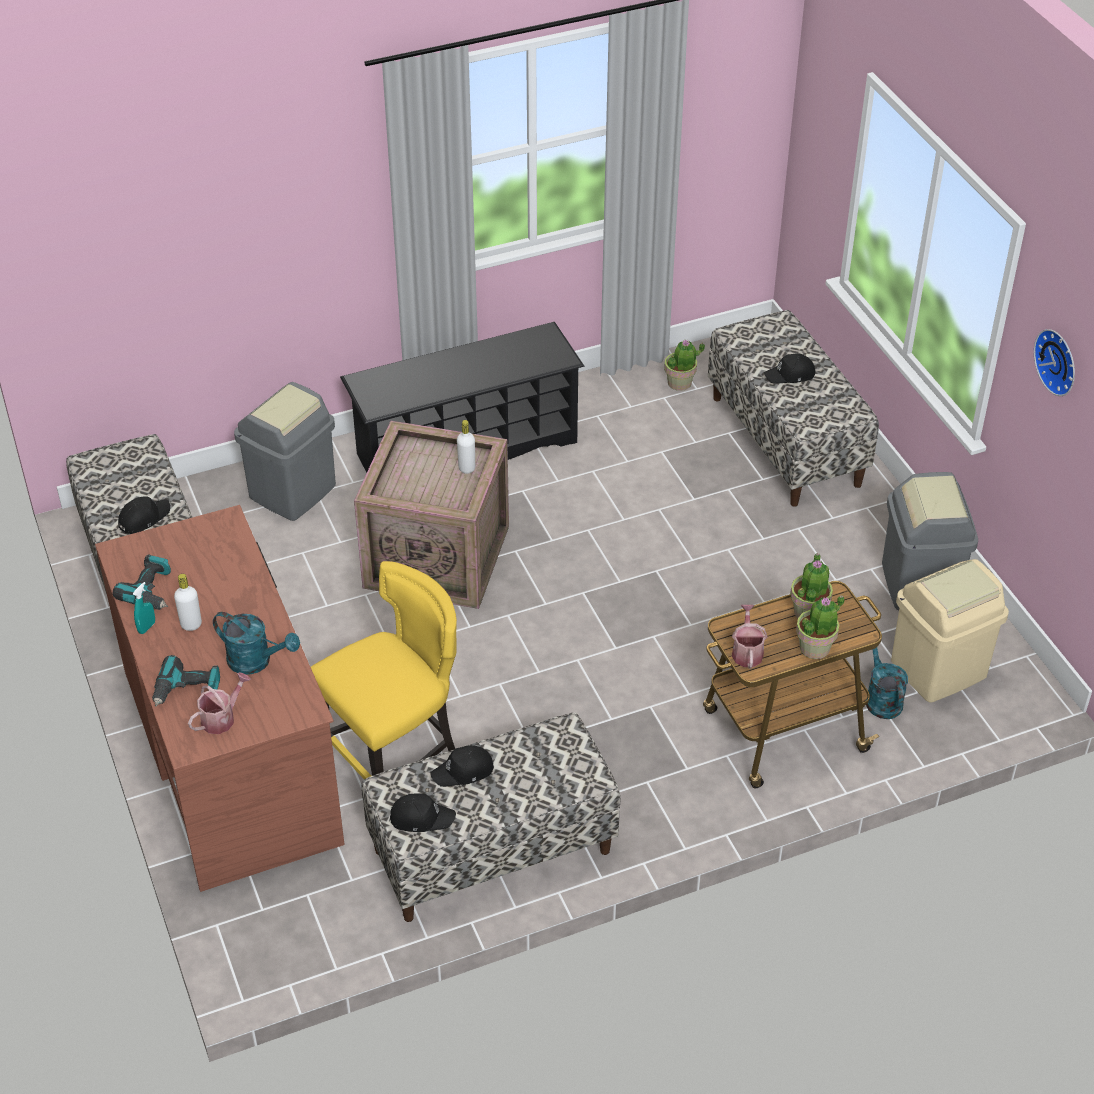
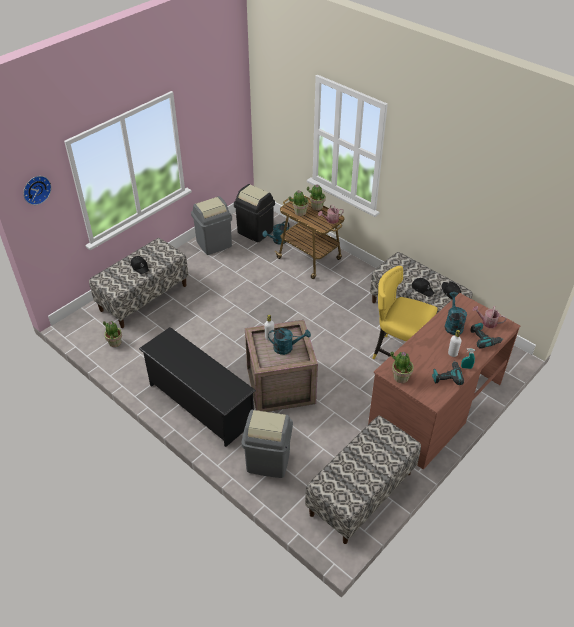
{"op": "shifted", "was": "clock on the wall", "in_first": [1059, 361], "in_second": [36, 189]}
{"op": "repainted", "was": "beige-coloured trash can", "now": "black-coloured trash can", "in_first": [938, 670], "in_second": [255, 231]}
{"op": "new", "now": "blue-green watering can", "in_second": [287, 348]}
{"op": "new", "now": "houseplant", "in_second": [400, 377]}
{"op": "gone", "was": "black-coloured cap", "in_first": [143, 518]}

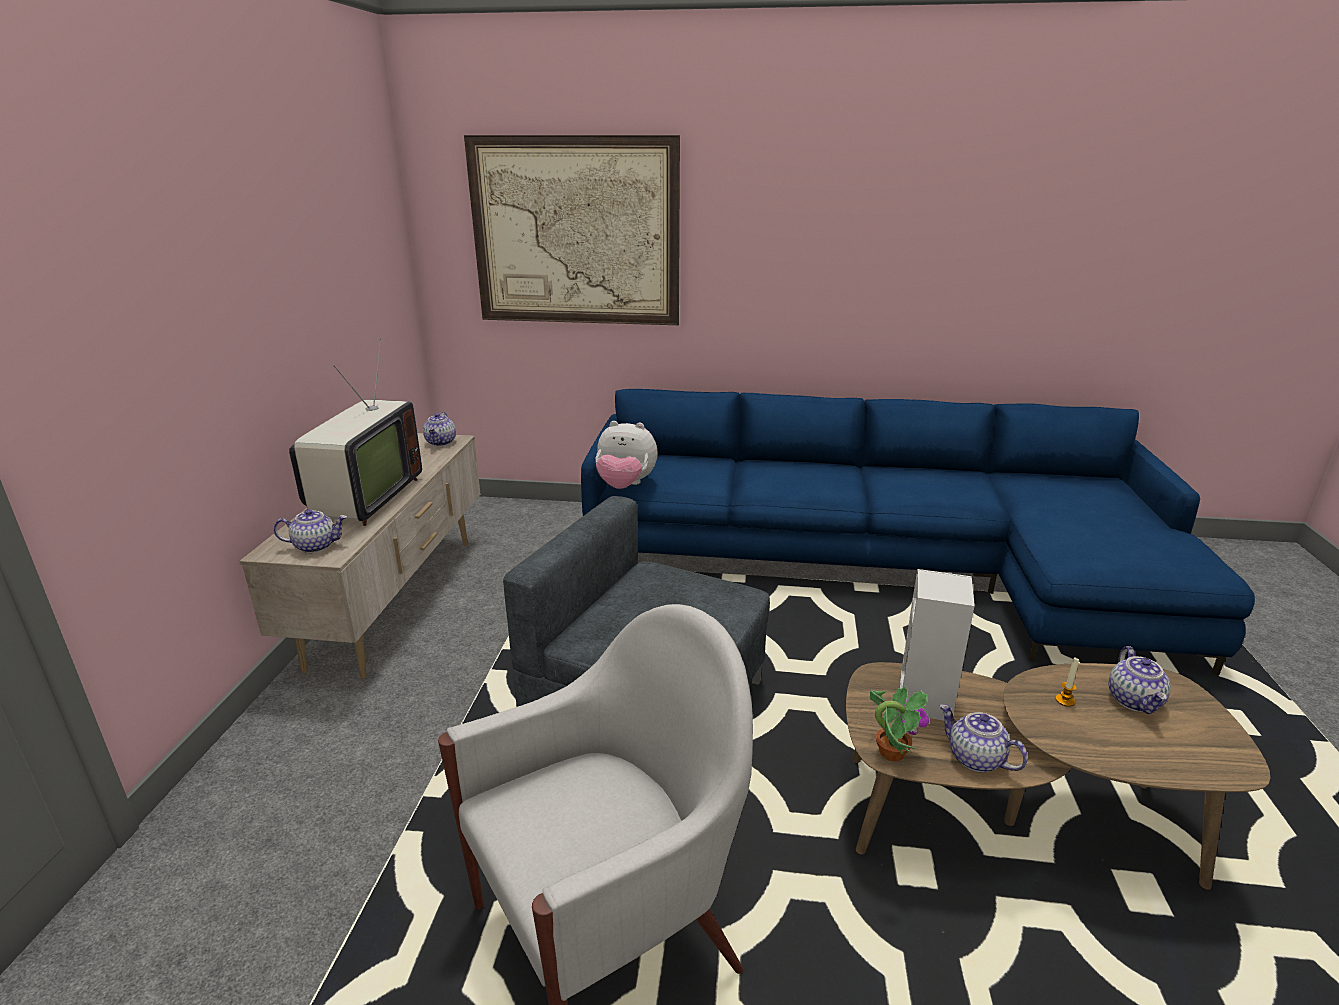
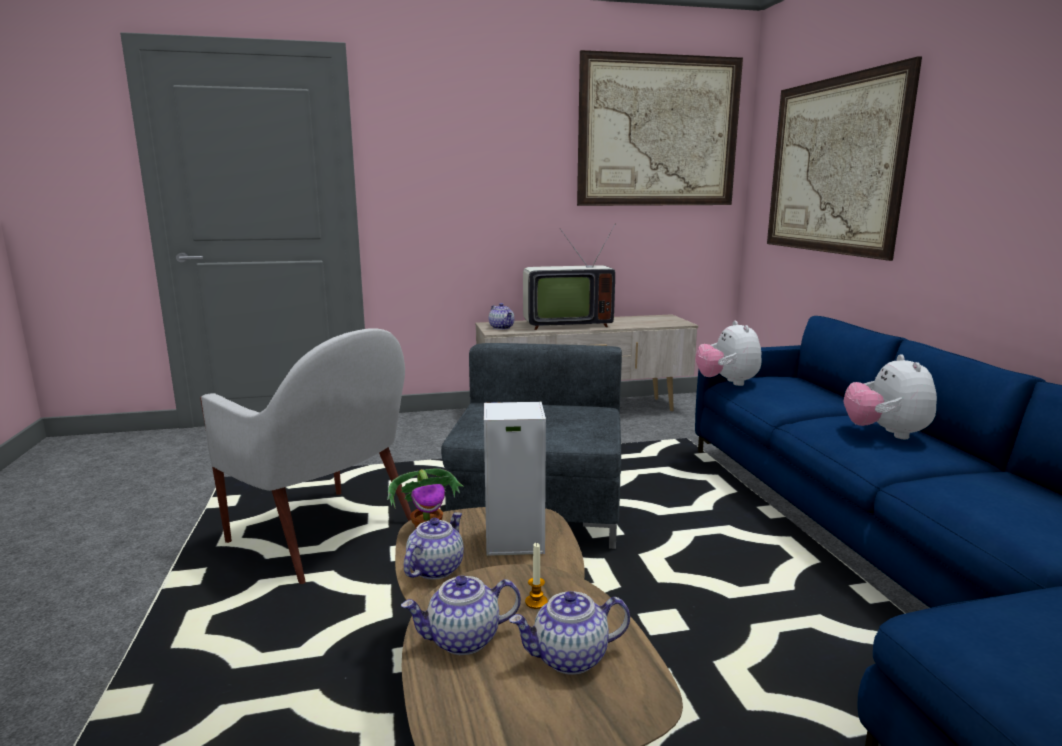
{"op": "shifted", "was": "tea pot", "in_first": [441, 442], "in_second": [463, 640]}
{"op": "new", "now": "wall art", "in_second": [658, 132]}
{"op": "new", "now": "soft toy", "in_second": [885, 434]}

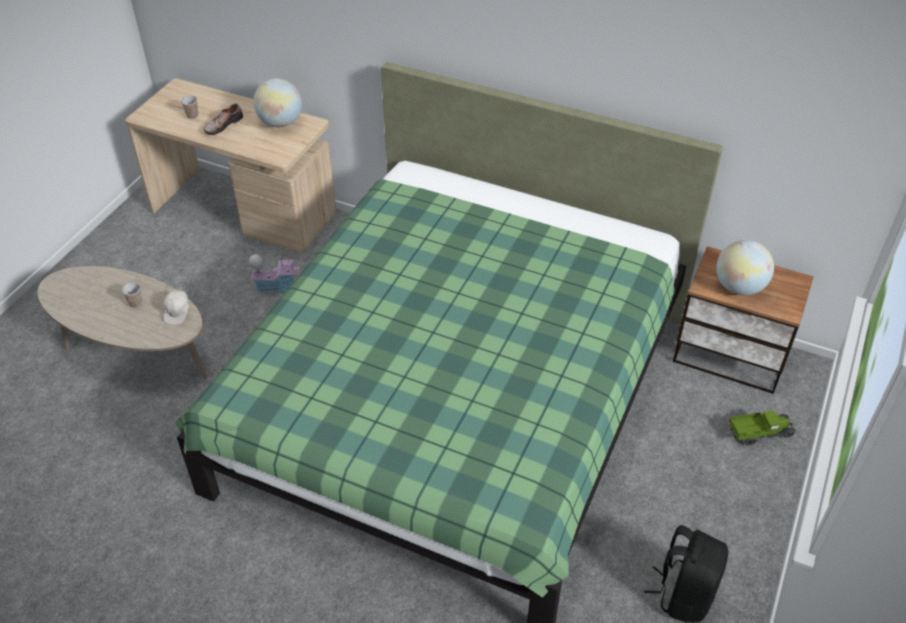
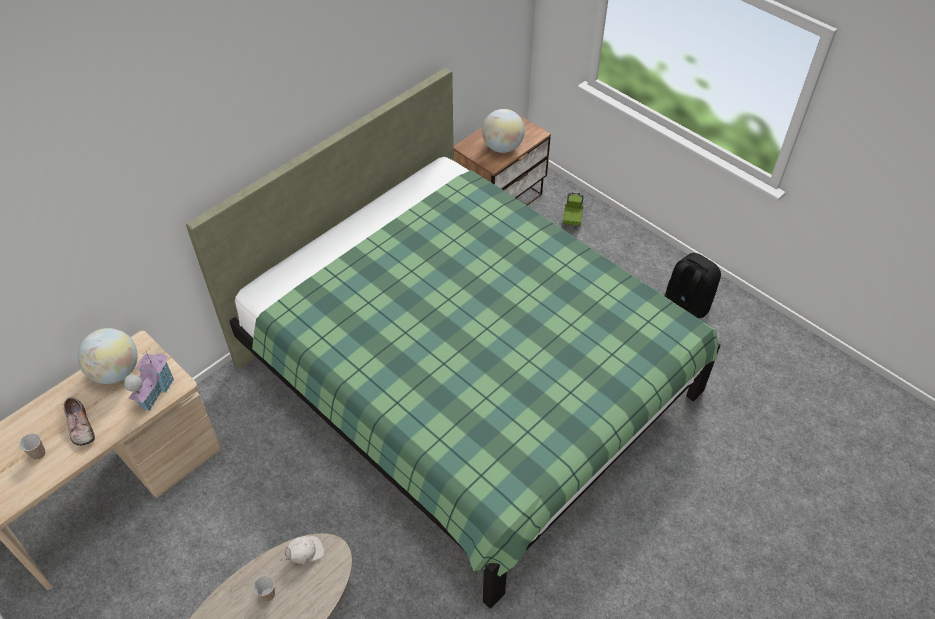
{"op": "shifted", "was": "toy house", "in_first": [278, 287], "in_second": [154, 391]}
{"op": "rotated", "was": "whitish cap", "in_first": [178, 313], "in_second": [305, 553], "clockwise": -60}

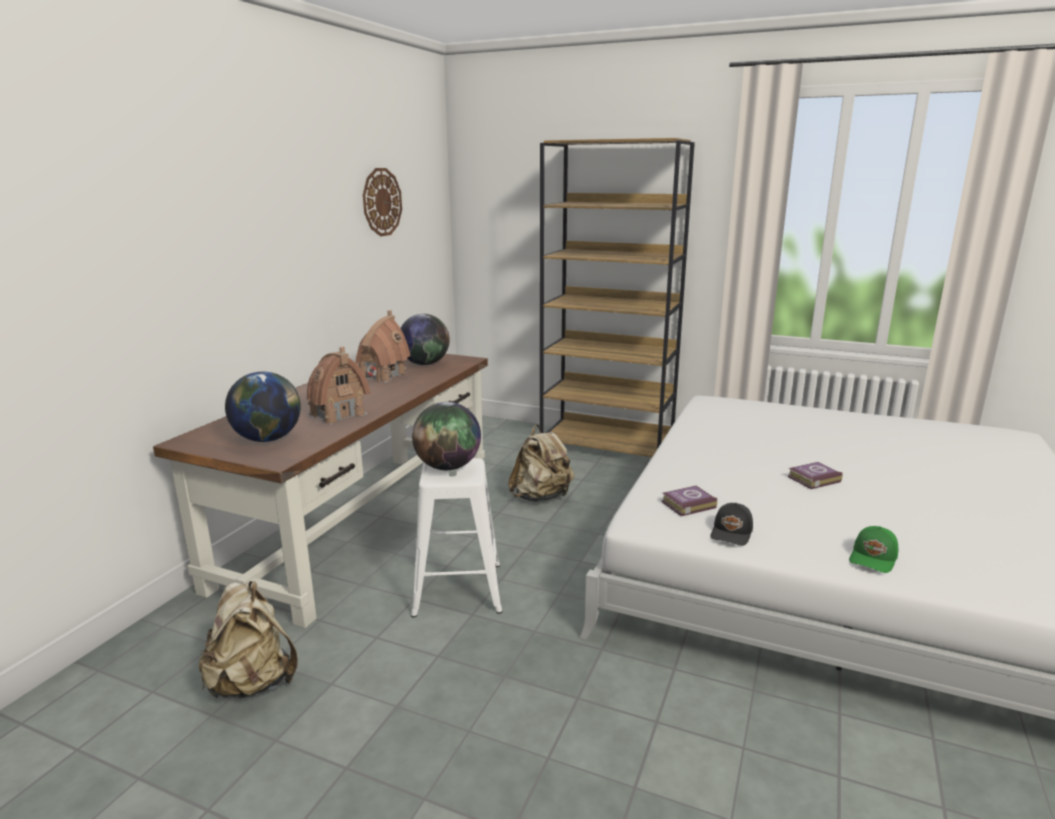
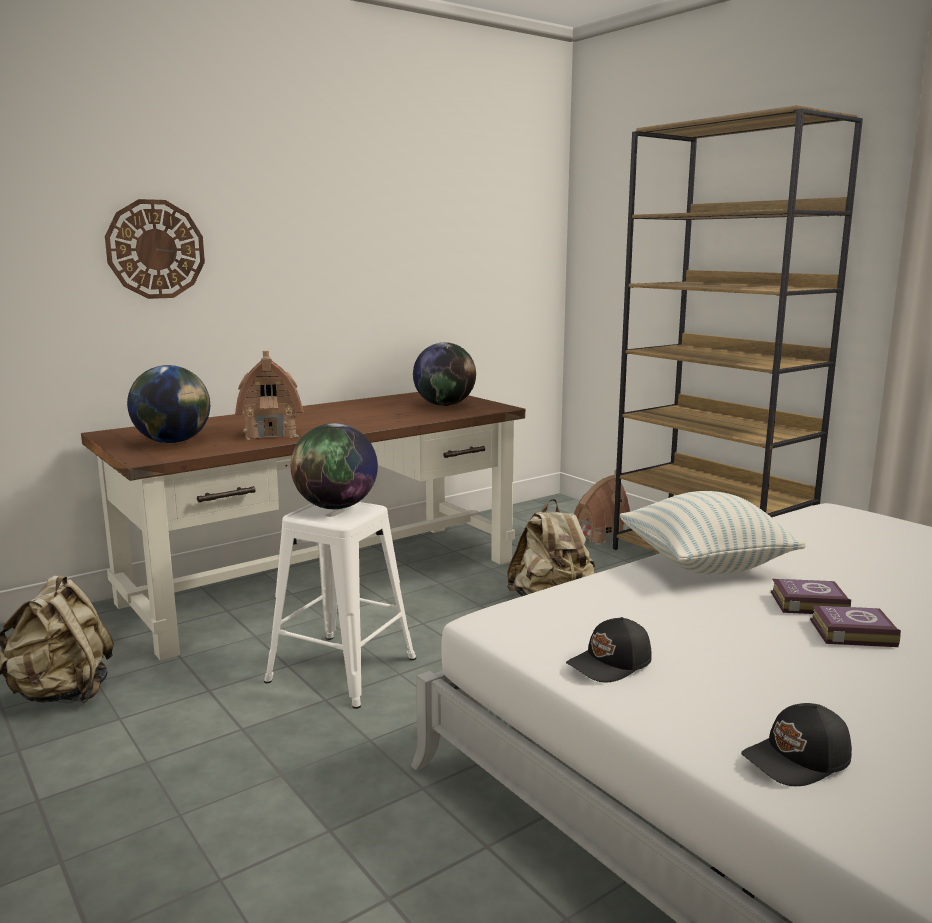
{"op": "shifted", "was": "clock on the wall", "in_first": [382, 202], "in_second": [155, 249]}
{"op": "shifted", "was": "toy house", "in_first": [382, 375], "in_second": [599, 535]}
{"op": "new", "now": "cushion", "in_second": [705, 565]}
{"op": "repainted", "was": "green cap", "now": "black-coloured cap", "in_first": [874, 558], "in_second": [798, 761]}
{"op": "shifted", "was": "bound book", "in_first": [687, 504], "in_second": [806, 603]}

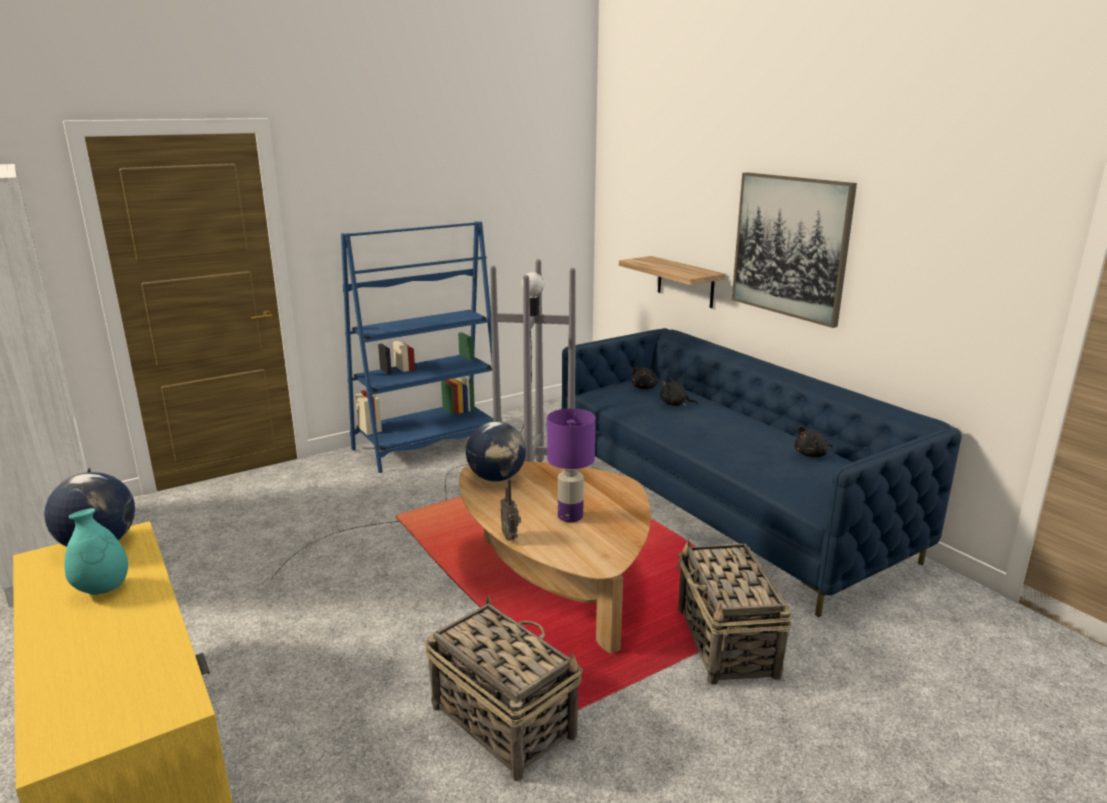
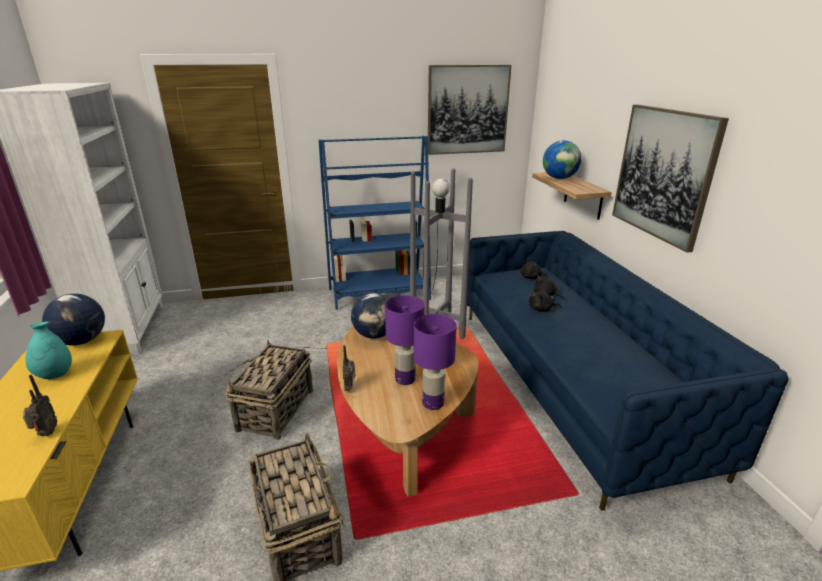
{"op": "new", "now": "radio set", "in_second": [46, 434]}
{"op": "shifted", "was": "basket", "in_first": [727, 643], "in_second": [275, 410]}
{"op": "new", "now": "purplish tabletop lamp", "in_second": [433, 403]}
{"op": "new", "now": "wall art", "in_second": [467, 110]}
{"op": "shifted", "was": "black-coloured soft toy", "in_first": [812, 455], "in_second": [541, 309]}
{"op": "new", "now": "globe", "in_second": [559, 178]}

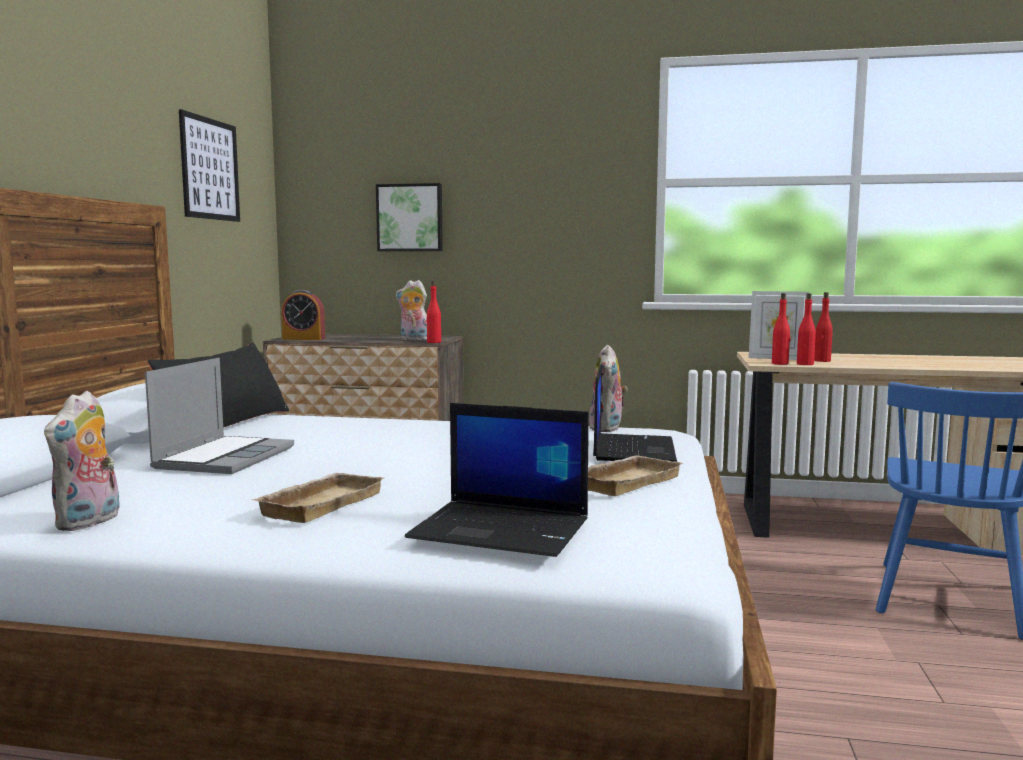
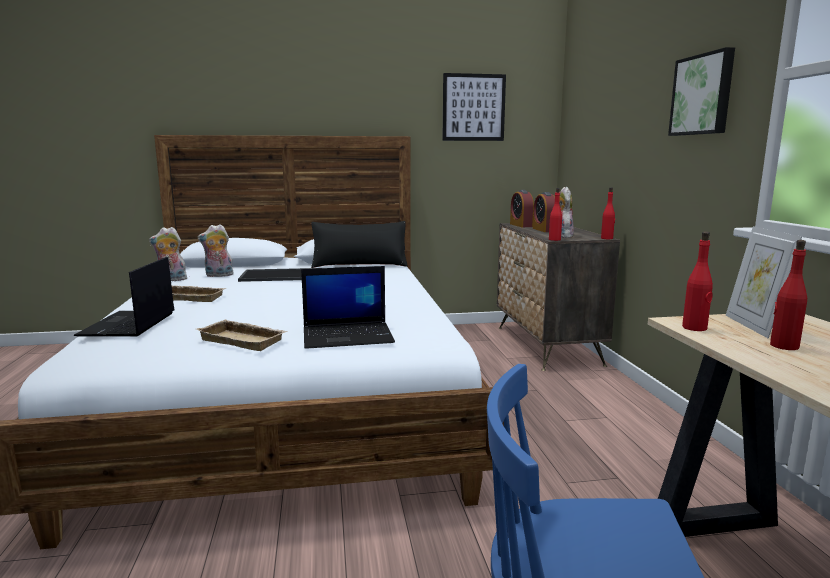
{"op": "shifted", "was": "soft toy", "in_first": [608, 428], "in_second": [218, 275]}
{"op": "swapped", "was": "portable computer", "now": "carrying tray", "in_first": [225, 457], "in_second": [282, 275]}
{"op": "new", "now": "table clock", "in_second": [544, 230]}
{"op": "shifted", "was": "red beverage bottle", "in_first": [805, 364], "in_second": [607, 238]}
{"op": "shifted", "was": "wall art", "in_first": [410, 218], "in_second": [703, 95]}

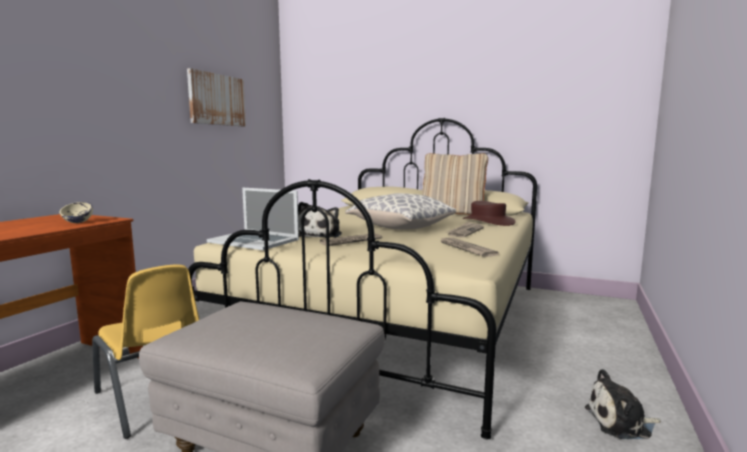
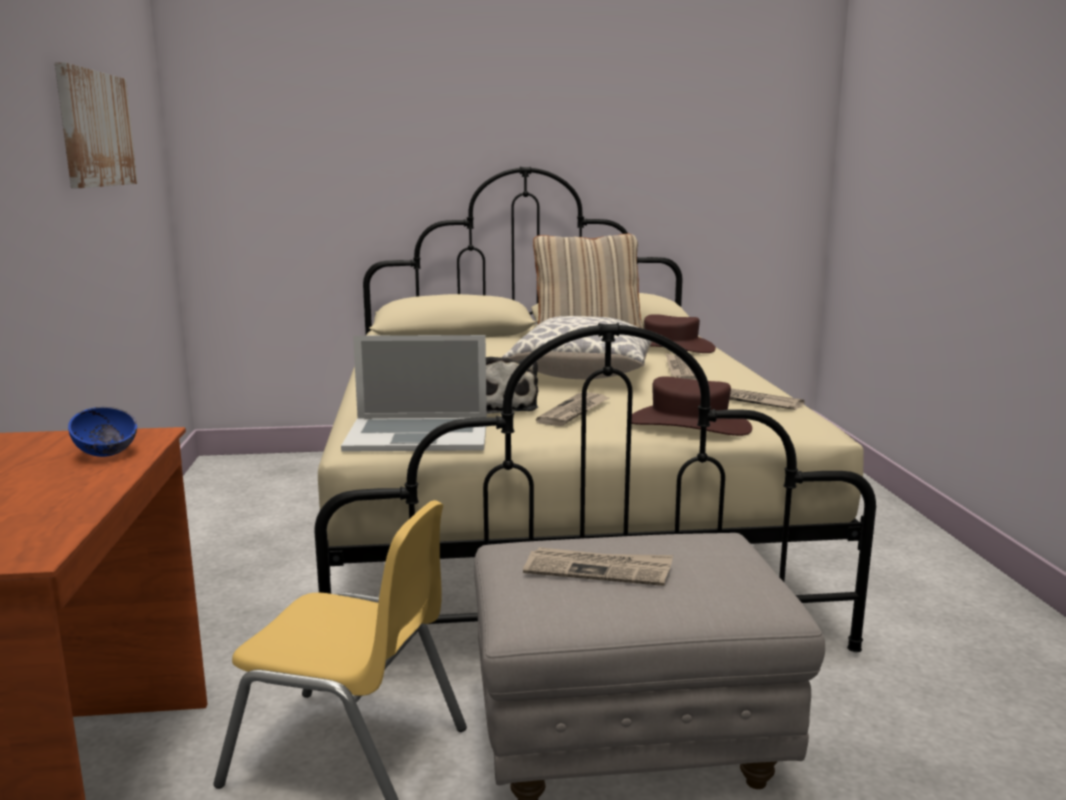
{"op": "repainted", "was": "beige-coloured bowl", "now": "blue-coloured bowl", "in_first": [78, 223], "in_second": [106, 454]}
{"op": "new", "now": "printed paper", "in_second": [598, 570]}
{"op": "new", "now": "brownish clothing hat", "in_second": [689, 425]}
{"op": "gone", "was": "soft toy", "in_first": [621, 422]}

